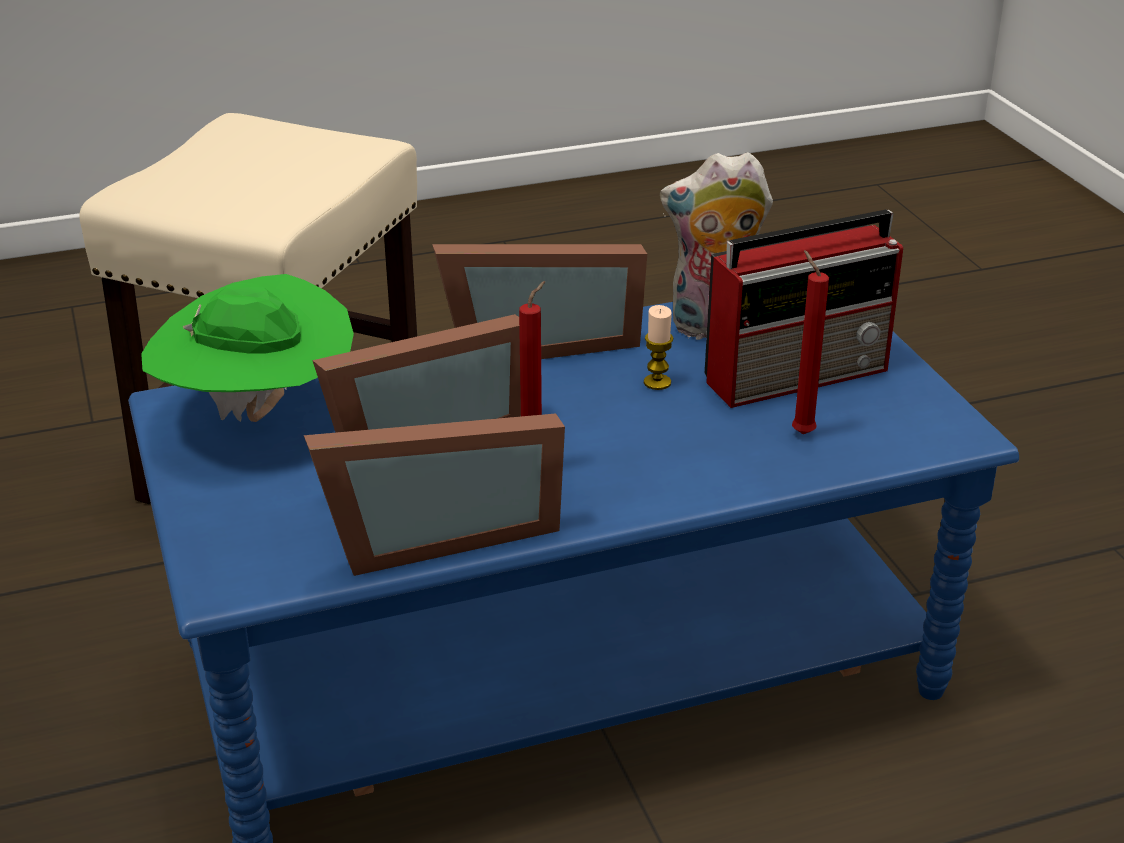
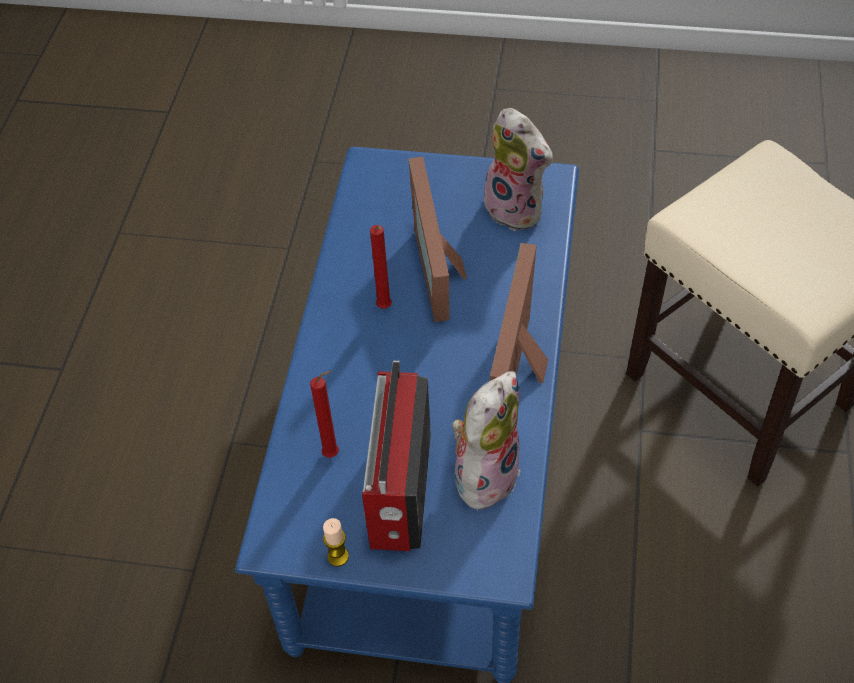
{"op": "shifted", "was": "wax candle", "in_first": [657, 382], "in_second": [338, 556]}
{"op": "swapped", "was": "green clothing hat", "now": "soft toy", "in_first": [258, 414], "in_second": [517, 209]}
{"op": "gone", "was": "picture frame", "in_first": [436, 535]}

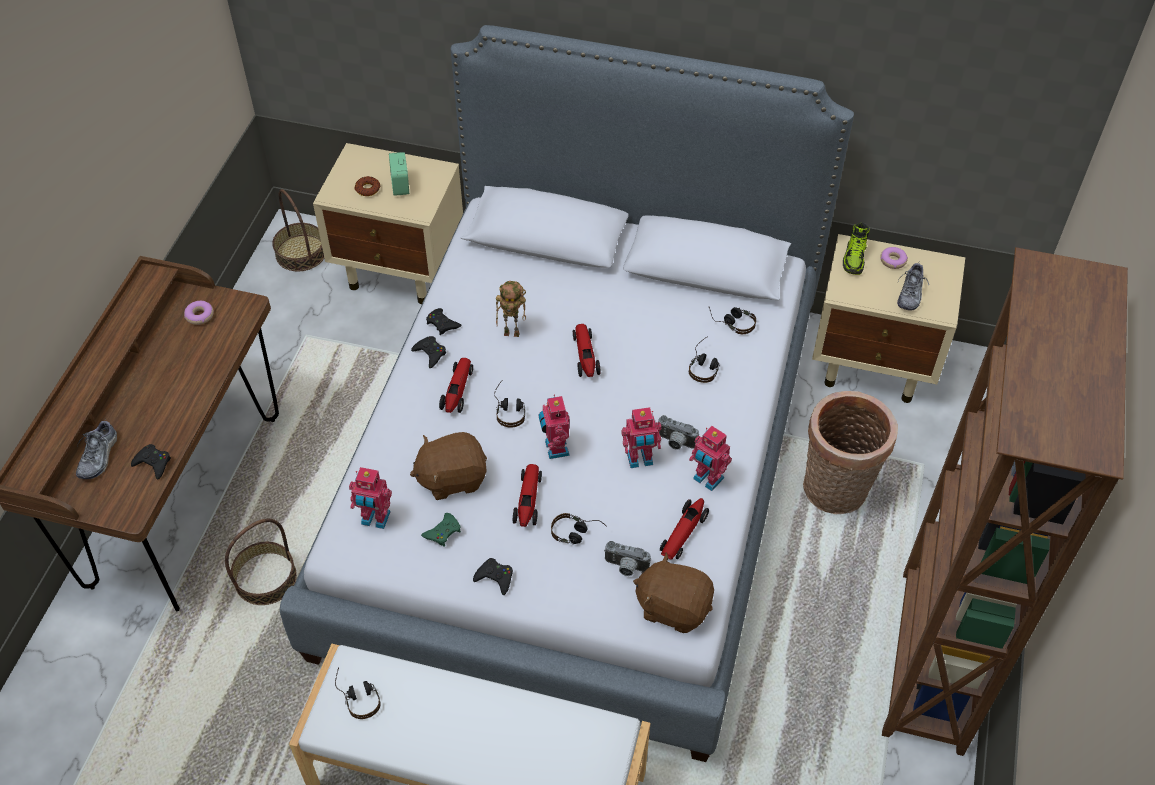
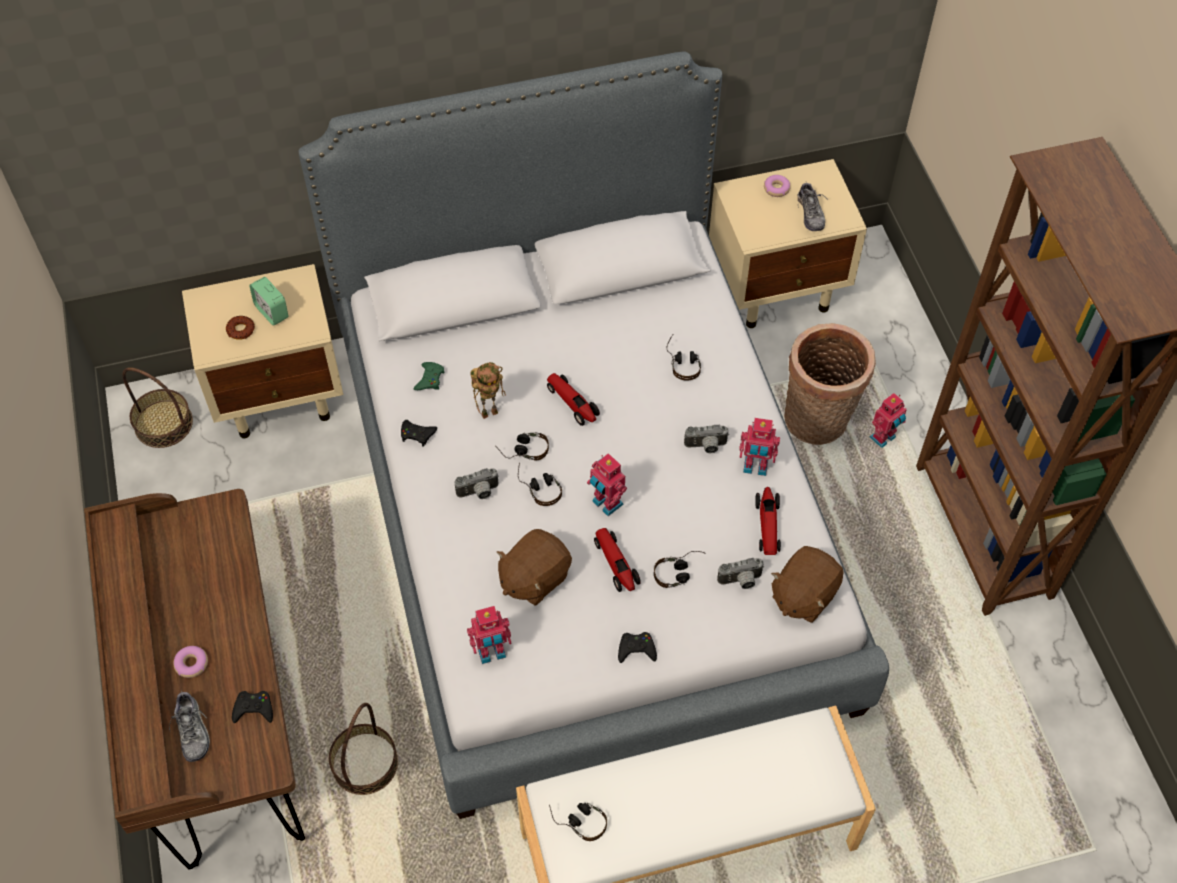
{"op": "shifted", "was": "donut", "in_first": [200, 315], "in_second": [191, 664]}
{"op": "shifted", "was": "green game controller", "in_first": [443, 532], "in_second": [430, 379]}
{"op": "swapped", "was": "miniature car", "now": "still camera", "in_first": [457, 391], "in_second": [479, 493]}
{"op": "shifted", "was": "headset", "in_first": [731, 321], "in_second": [523, 450]}
{"op": "rotated", "was": "brownish soft toy", "in_first": [673, 607], "in_second": [803, 595], "clockwise": -45}
{"op": "shifted", "was": "toy robot", "in_first": [640, 460], "in_second": [883, 439]}
{"op": "gone", "was": "black-coloured game controller", "in_first": [430, 353]}
{"op": "gone", "was": "item of footwear", "in_first": [854, 258]}

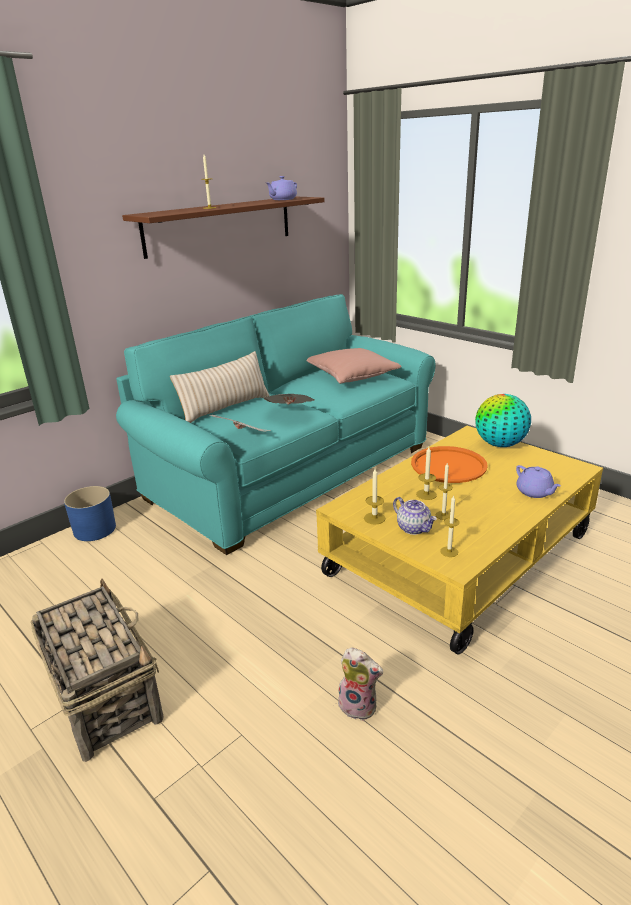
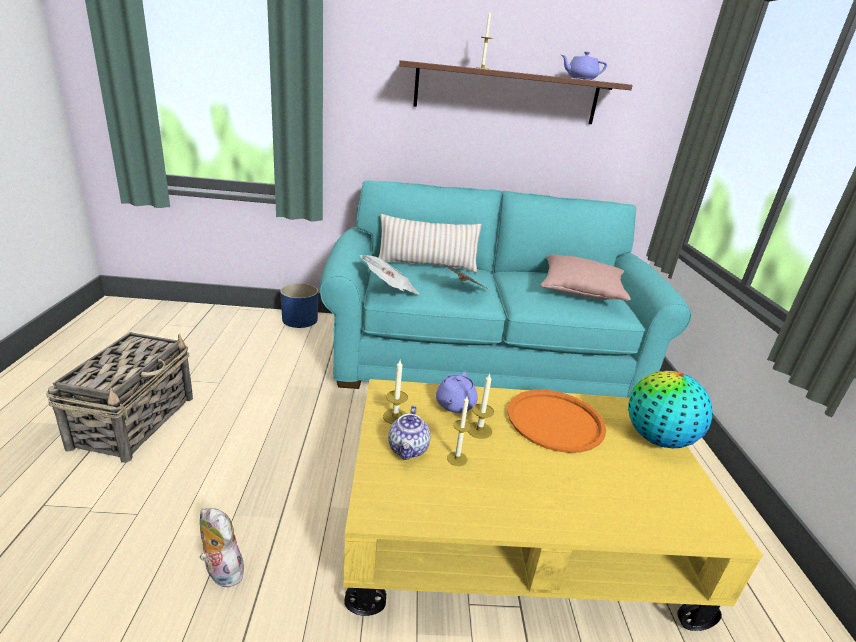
{"op": "rotated", "was": "soft toy", "in_first": [359, 705], "in_second": [221, 572], "clockwise": 150}
{"op": "shifted", "was": "purplish tea pot", "in_first": [535, 492], "in_second": [455, 405]}
{"op": "gone", "was": "wax candle", "in_first": [449, 551]}

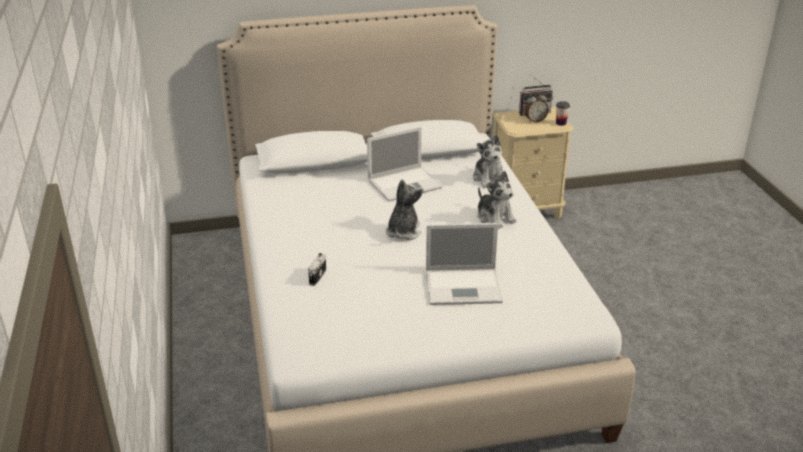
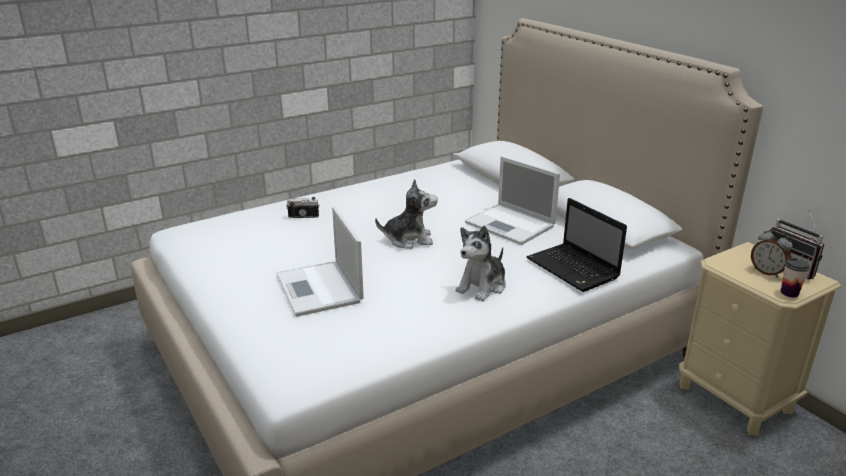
{"op": "swapped", "was": "soft toy", "now": "portable computer", "in_first": [489, 179], "in_second": [574, 269]}

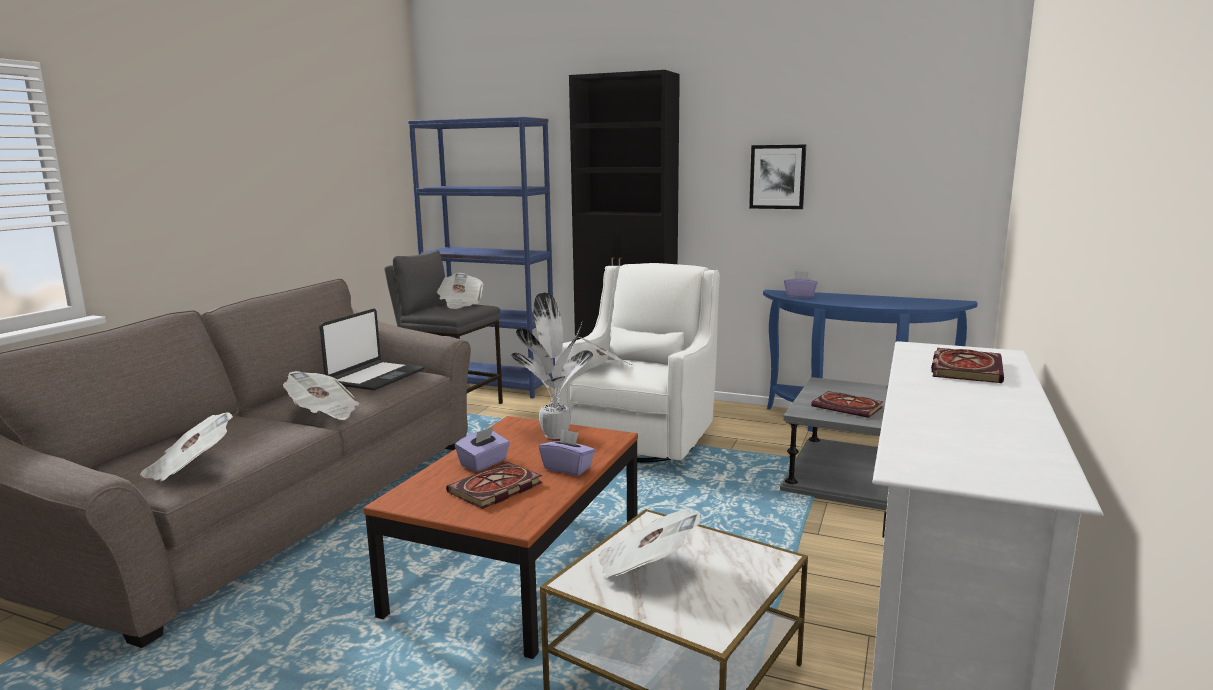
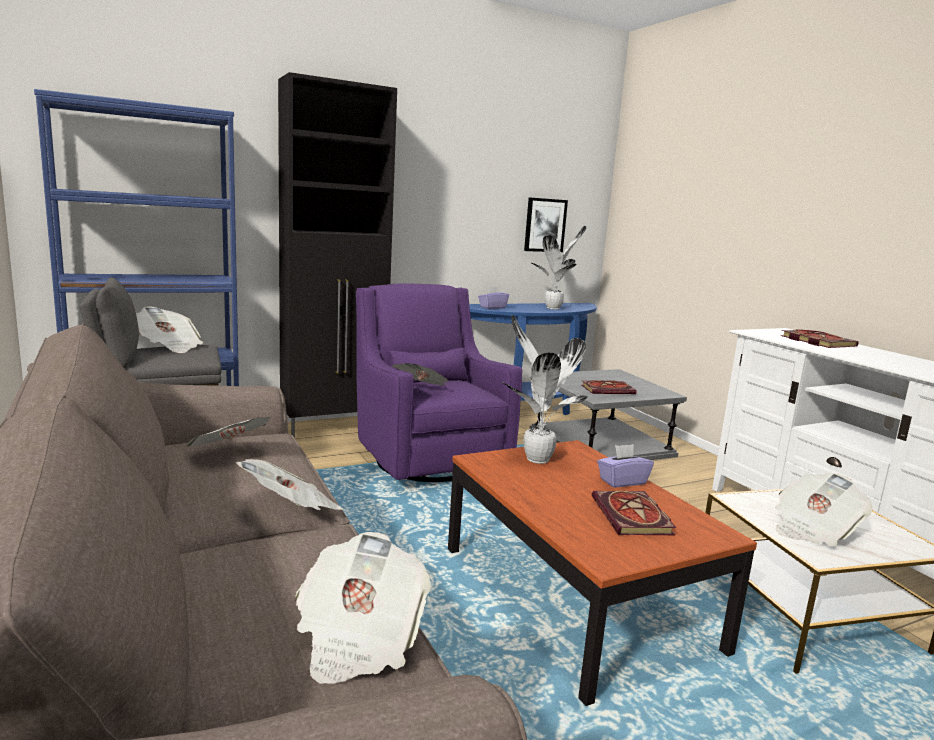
{"op": "swapped", "was": "portable computer", "now": "printed paper", "in_first": [375, 377], "in_second": [228, 453]}
{"op": "repainted", "was": "whitish armchair", "now": "purplish armchair", "in_first": [643, 441], "in_second": [427, 459]}
{"op": "shifted", "was": "wall art", "in_first": [777, 177], "in_second": [545, 225]}
{"op": "new", "now": "houseplant", "in_second": [554, 308]}
{"op": "gone", "was": "purplish tissue box", "in_first": [484, 463]}

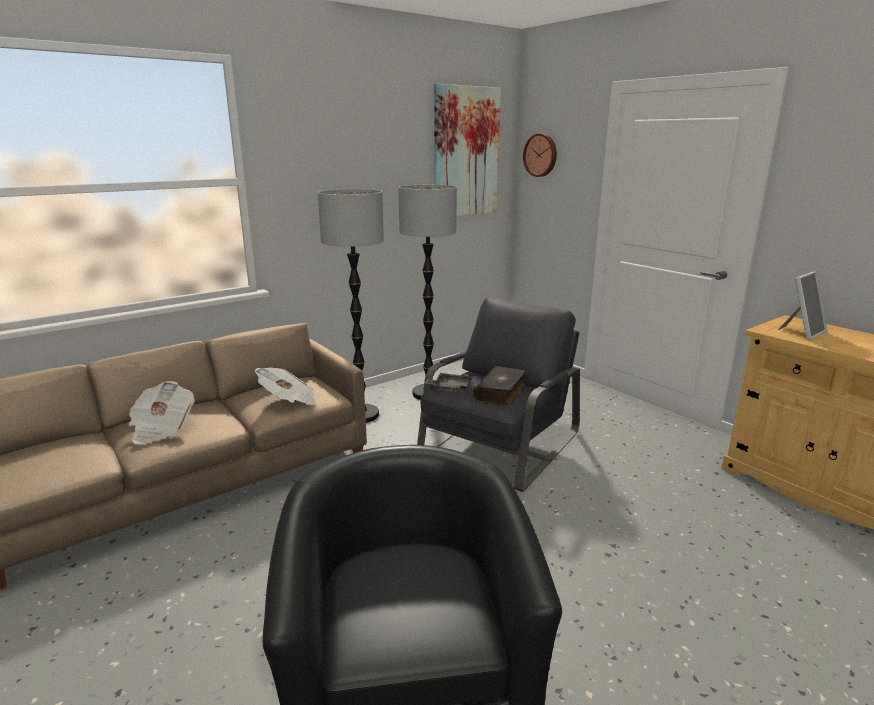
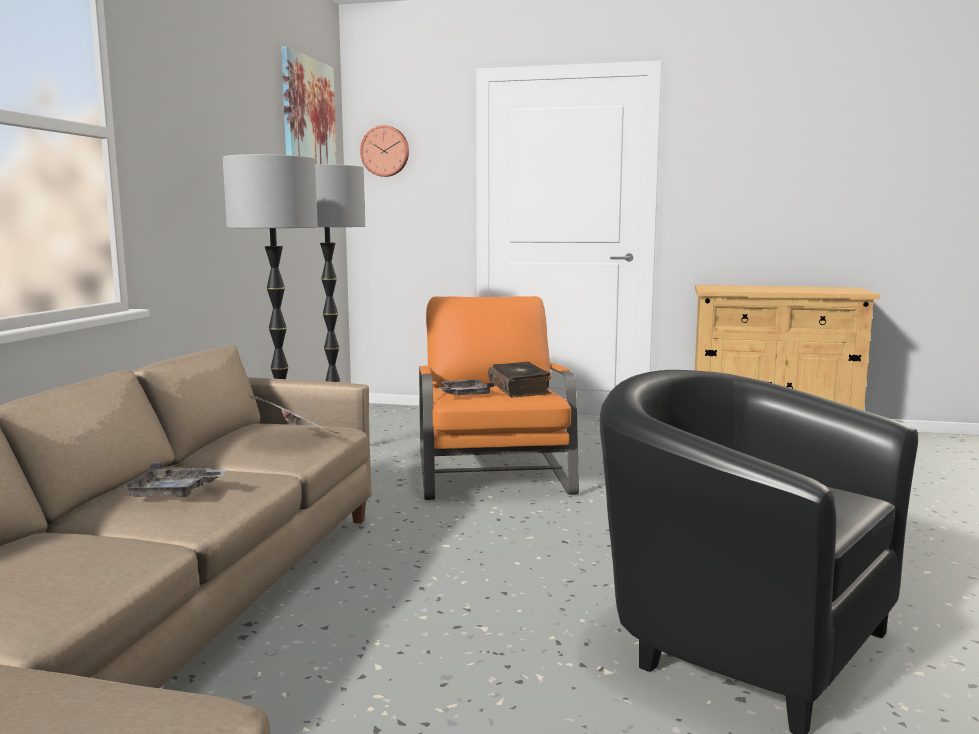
{"op": "swapped", "was": "printed paper", "now": "grey carrying tray", "in_first": [161, 428], "in_second": [174, 493]}
{"op": "repainted", "was": "grey armchair", "now": "orange-coloured armchair", "in_first": [499, 445], "in_second": [493, 471]}
{"op": "gone", "was": "picture frame", "in_first": [801, 332]}

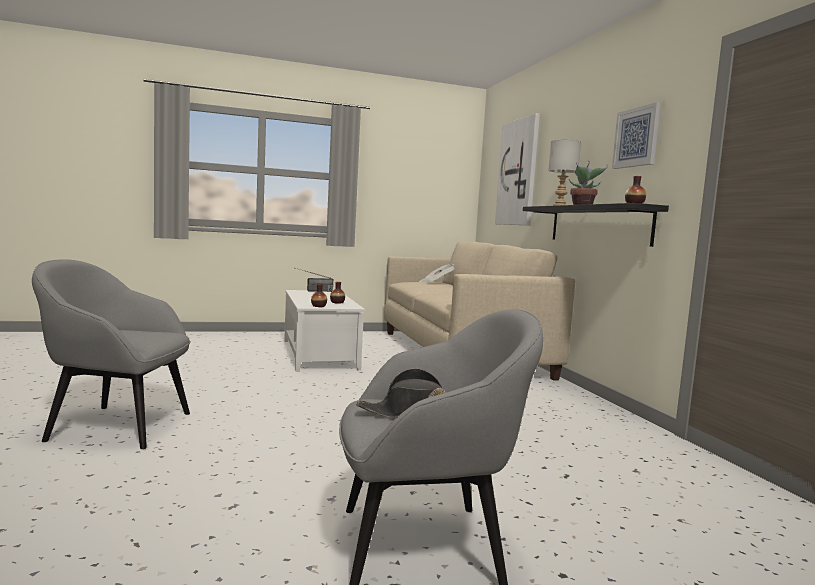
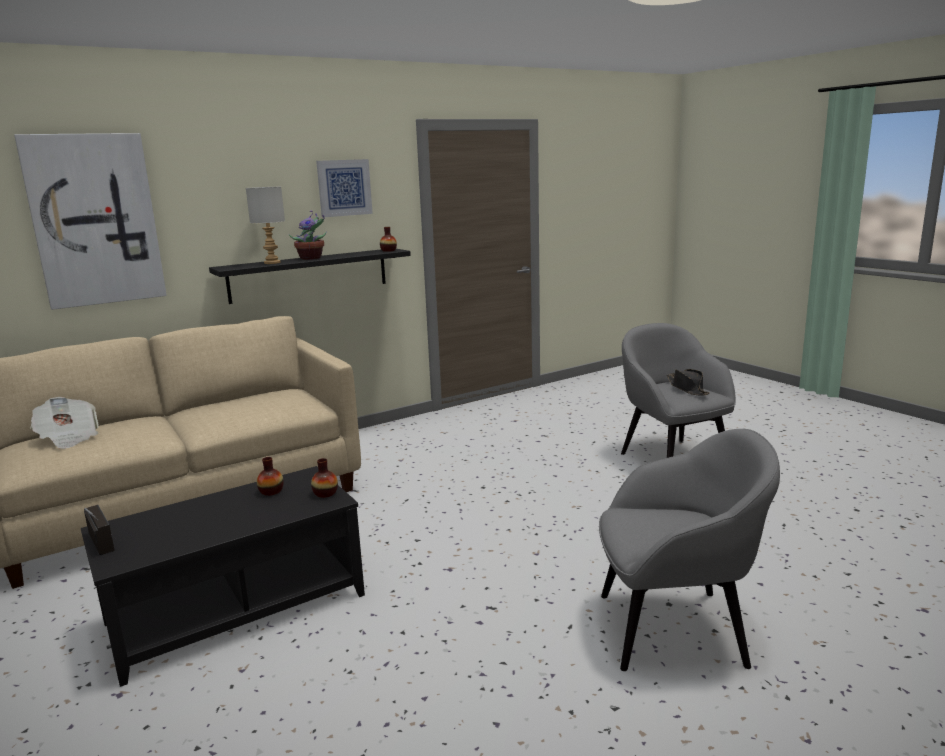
{"op": "repainted", "was": "whitish coffee table", "now": "black-coloured coffee table", "in_first": [320, 354], "in_second": [236, 608]}
{"op": "rotated", "was": "grey armchair", "in_first": [117, 426], "in_second": [675, 629], "clockwise": -75}

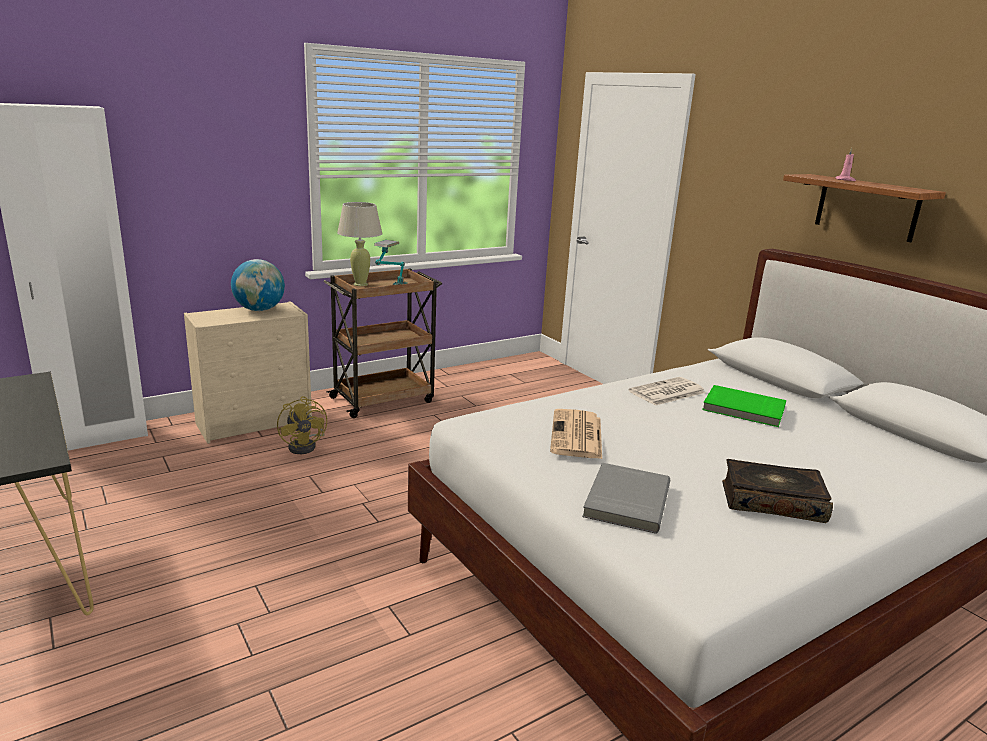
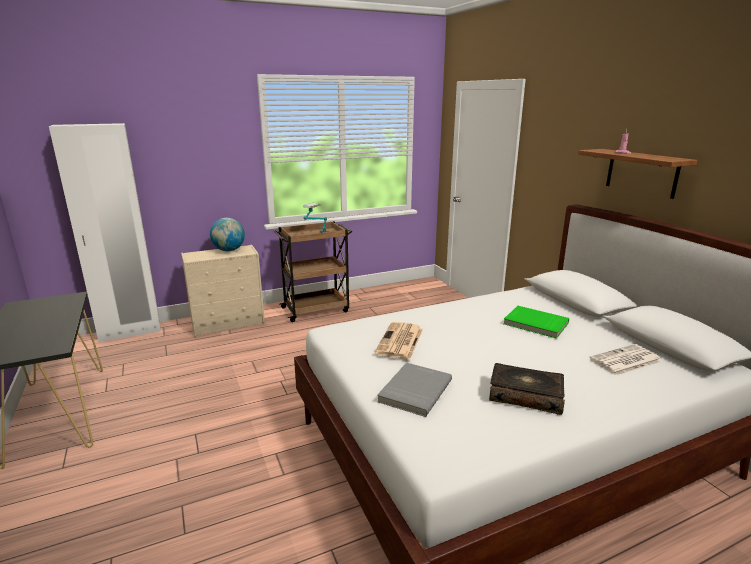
{"op": "shifted", "was": "printed paper", "in_first": [667, 392], "in_second": [625, 361]}
{"op": "gone", "was": "yellow electric fan", "in_first": [306, 446]}
{"op": "gone", "was": "beige-coloured tabletop lamp", "in_first": [360, 284]}

